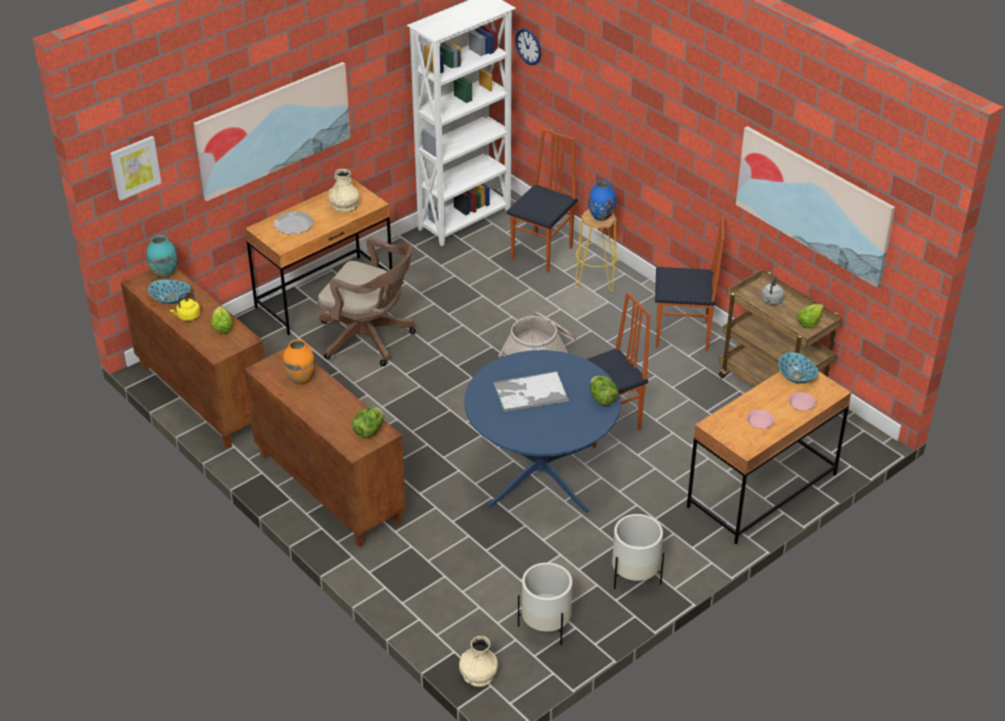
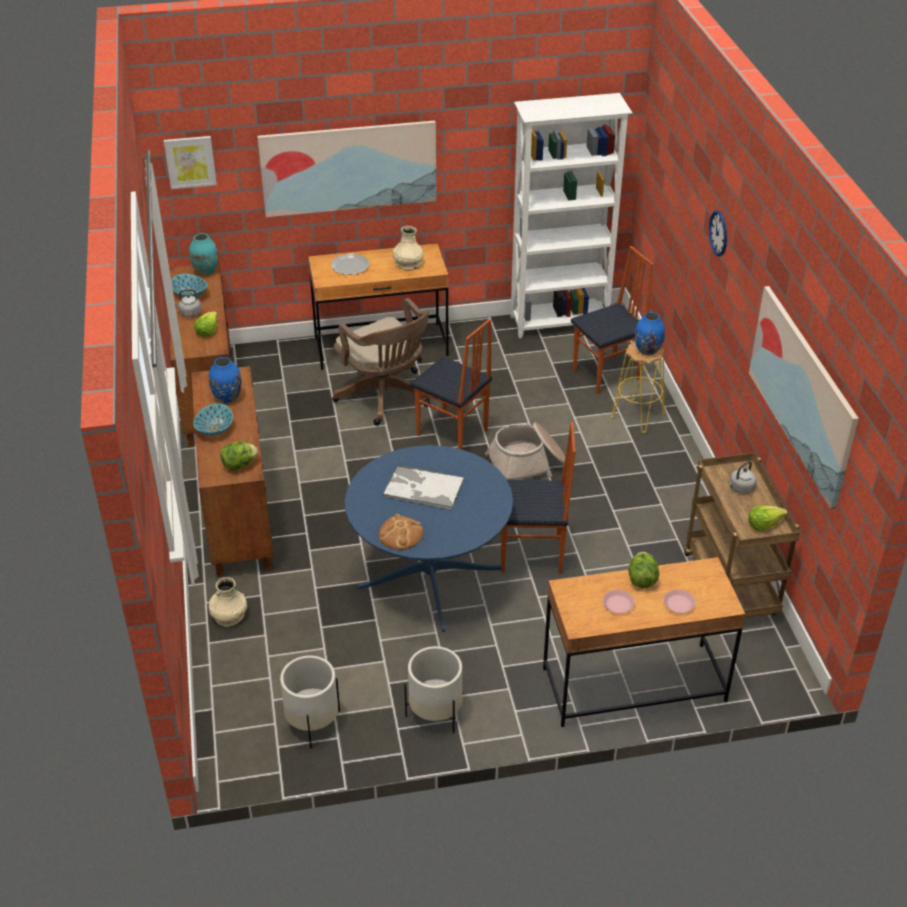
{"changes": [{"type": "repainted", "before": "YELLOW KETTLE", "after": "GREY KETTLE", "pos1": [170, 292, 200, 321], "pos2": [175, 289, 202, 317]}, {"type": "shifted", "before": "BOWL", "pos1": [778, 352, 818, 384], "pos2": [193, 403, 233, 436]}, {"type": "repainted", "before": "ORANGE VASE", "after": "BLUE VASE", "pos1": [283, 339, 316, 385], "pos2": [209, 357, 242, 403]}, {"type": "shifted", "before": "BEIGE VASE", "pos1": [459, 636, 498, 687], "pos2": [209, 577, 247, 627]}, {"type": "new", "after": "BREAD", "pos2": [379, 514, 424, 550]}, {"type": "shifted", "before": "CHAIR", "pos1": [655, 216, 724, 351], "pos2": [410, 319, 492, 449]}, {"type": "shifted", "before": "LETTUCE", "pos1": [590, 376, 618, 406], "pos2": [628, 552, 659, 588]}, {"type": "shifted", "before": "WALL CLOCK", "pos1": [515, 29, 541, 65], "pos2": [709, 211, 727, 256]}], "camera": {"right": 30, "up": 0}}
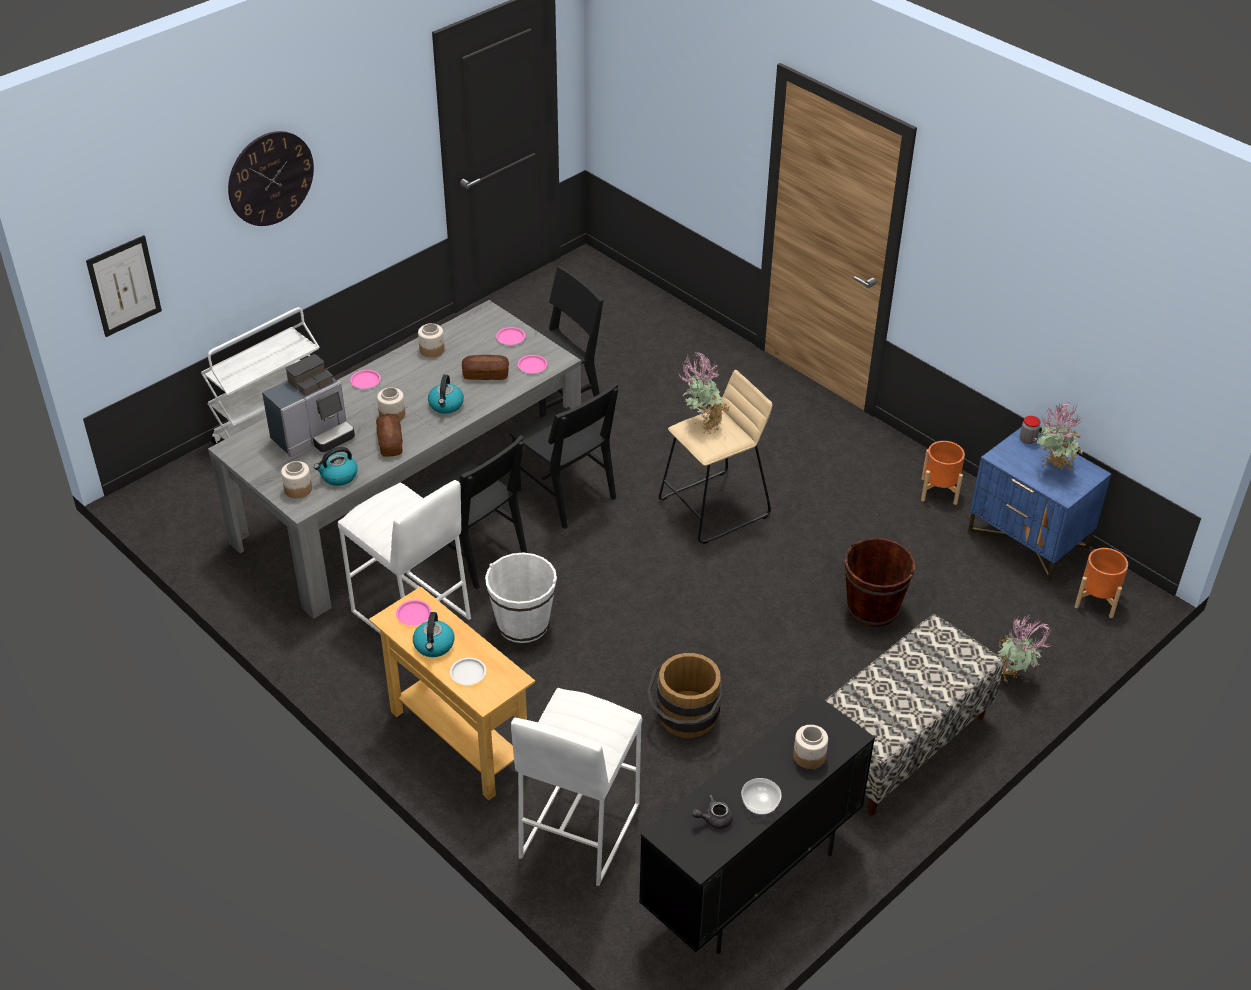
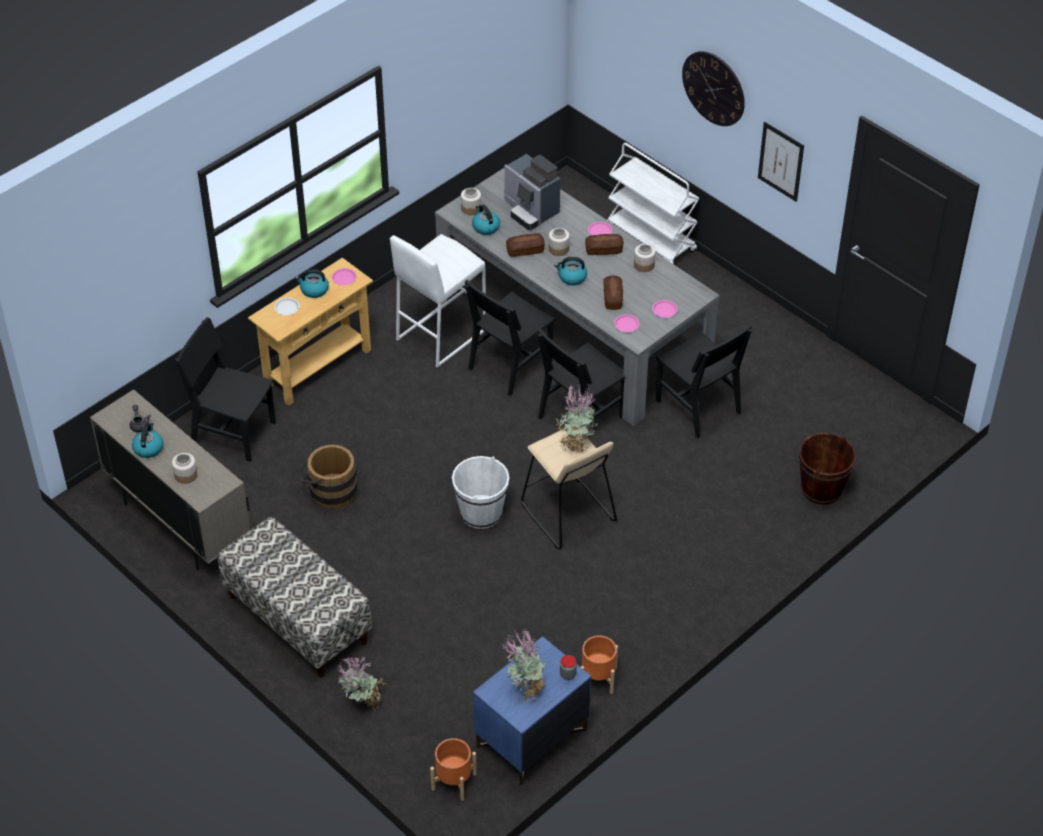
{"changes": [{"type": "repainted", "before": "BLACK CABINET", "after": "BEIGE CABINET", "pos1": [639, 694, 875, 954], "pos2": [90, 389, 250, 570]}, {"type": "swapped", "before": "BOWL", "after": "KETTLE", "pos1": [741, 778, 782, 815], "pos2": [132, 422, 163, 458]}, {"type": "swapped", "before": "WHITE STOOL", "after": "BLACK CHAIR", "pos1": [511, 688, 642, 886], "pos2": [175, 317, 276, 462]}, {"type": "shifted", "before": "WHITE BUCKET", "pos1": [485, 553, 557, 643], "pos2": [452, 456, 509, 529]}, {"type": "new", "after": "BREAD", "pos2": [585, 234, 624, 255]}, {"type": "shifted", "before": "PICTURE", "pos1": [86, 235, 162, 337], "pos2": [758, 122, 804, 202]}, {"type": "shifted", "before": "BROWN BUCKET", "pos1": [845, 538, 915, 627], "pos2": [799, 433, 856, 505]}], "camera": {"right": 90, "up": 5}}
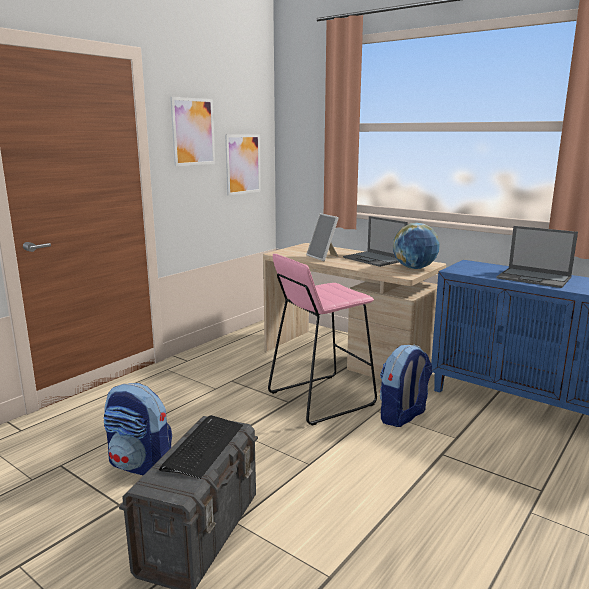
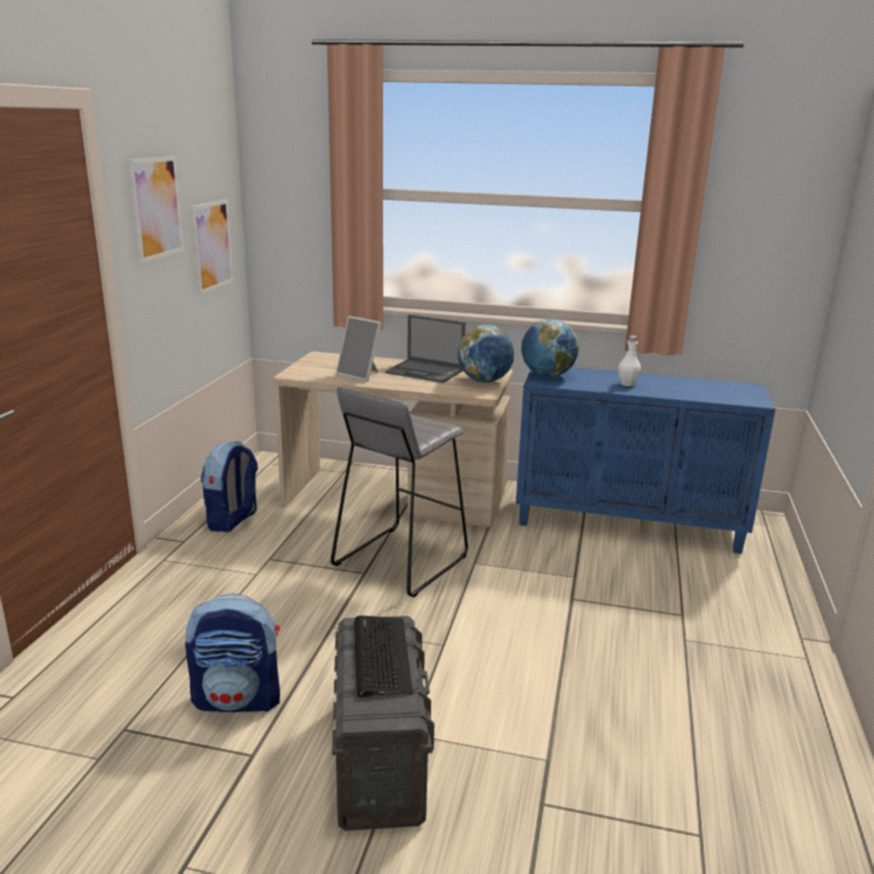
{"changes": [{"type": "shifted", "before": "BACKPACK", "pos1": [380, 345, 432, 427], "pos2": [200, 441, 258, 532]}, {"type": "repainted", "before": "PINK STOOL", "after": "GREY STOOL", "pos1": [268, 254, 377, 426], "pos2": [331, 387, 468, 597]}, {"type": "new", "after": "GLOBE", "pos2": [521, 319, 579, 377]}, {"type": "swapped", "before": "LAPTOP", "after": "WHITE BOTTLE", "pos1": [496, 226, 578, 288], "pos2": [618, 336, 641, 386]}], "camera": {"right": -25, "up": 5}}
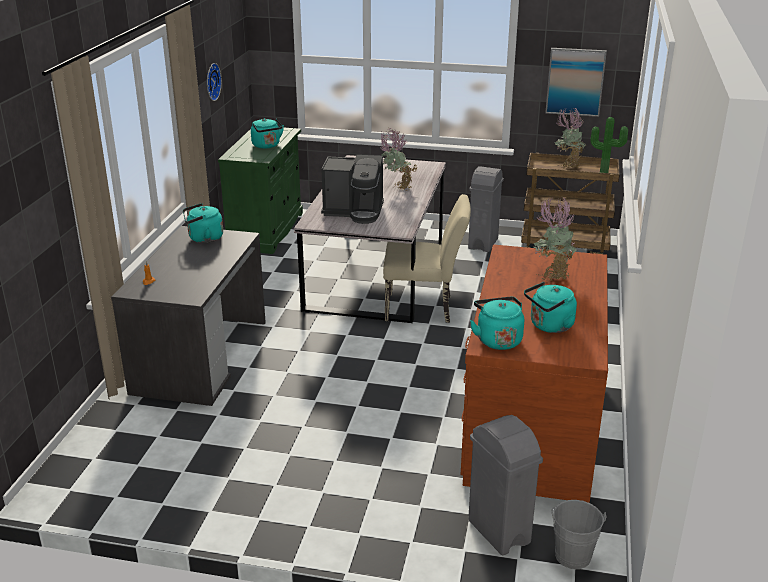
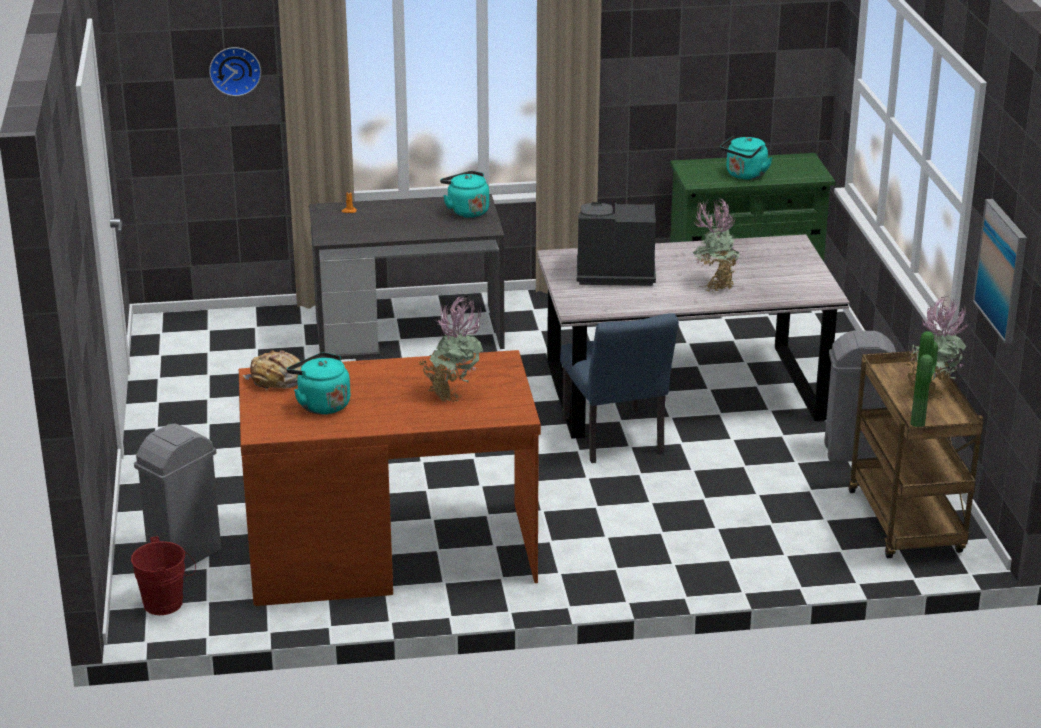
{"changes": [{"type": "repainted", "before": "GREY BUCKET", "after": "RED BUCKET", "pos1": [551, 500, 606, 569], "pos2": [131, 536, 196, 615]}, {"type": "shifted", "before": "WALL CLOCK", "pos1": [207, 63, 222, 101], "pos2": [209, 47, 261, 96]}, {"type": "swapped", "before": "TURQUOISE KETTLE", "after": "BREAD", "pos1": [470, 297, 524, 350], "pos2": [242, 350, 302, 390]}, {"type": "repainted", "before": "BEIGE CHAIR", "after": "BLUE CHAIR", "pos1": [383, 194, 471, 323], "pos2": [560, 313, 679, 463]}, {"type": "rotated", "before": "COFFEE MACHINE", "pos1": [321, 155, 384, 224], "pos2": [577, 202, 656, 286], "turn": 105}], "camera": {"right": 70, "up": 0}}
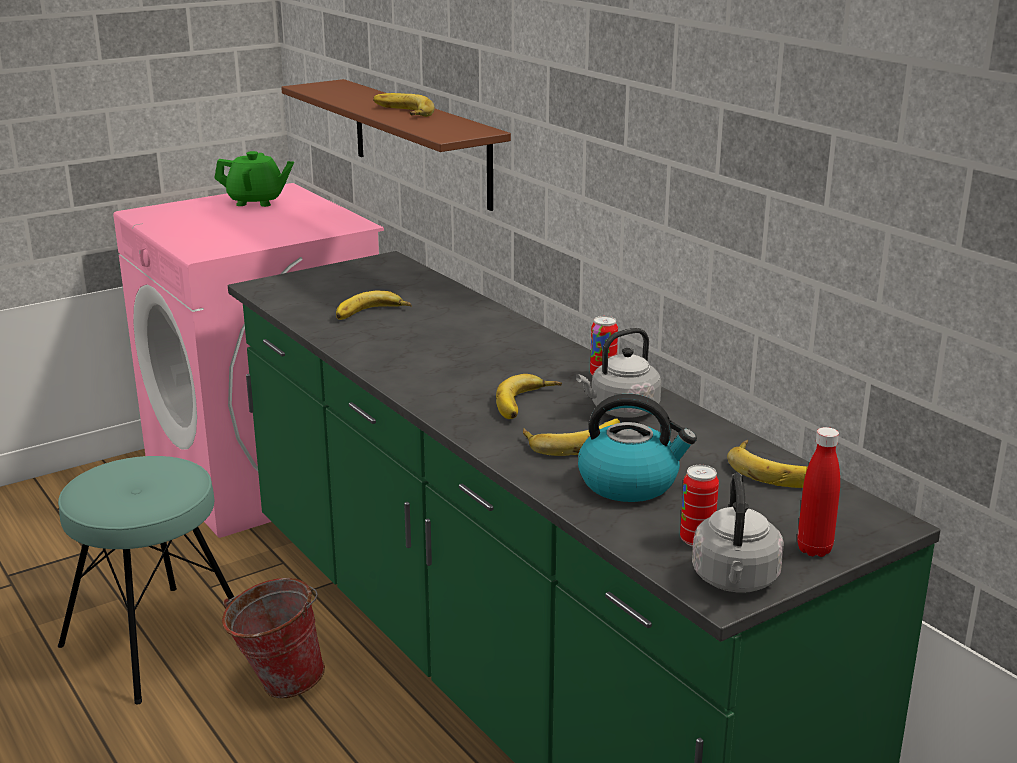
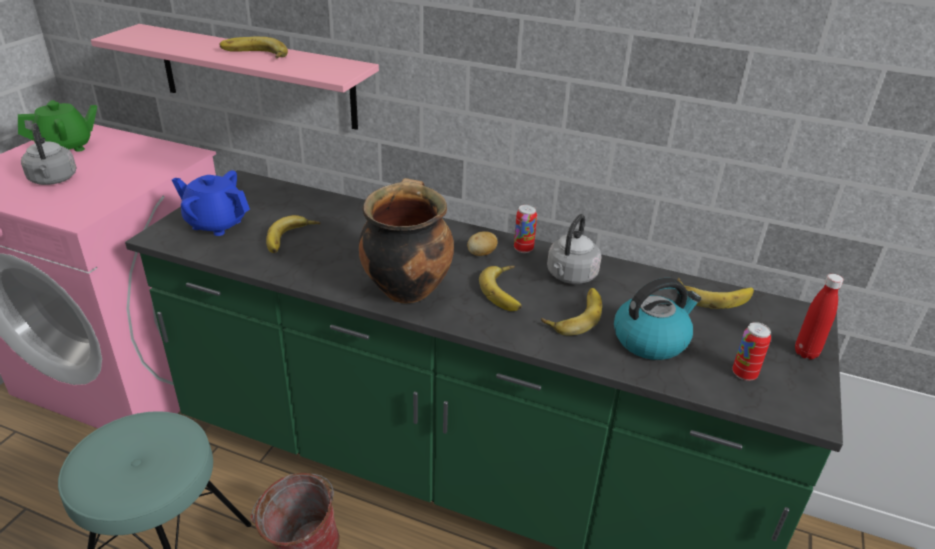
{"changes": [{"type": "shifted", "before": "GREY KETTLE", "pos1": [692, 473, 784, 593], "pos2": [21, 123, 77, 185]}, {"type": "repainted", "before": "BROWN SHELF", "after": "PINK SHELF", "pos1": [281, 79, 511, 211], "pos2": [91, 24, 379, 130]}, {"type": "new", "after": "BLUE TEAPOT", "pos2": [172, 170, 250, 236]}, {"type": "new", "after": "COOKING POT", "pos2": [359, 178, 454, 304]}, {"type": "new", "after": "POTATO", "pos2": [467, 231, 497, 256]}], "camera": {"right": -35, "up": 10}}
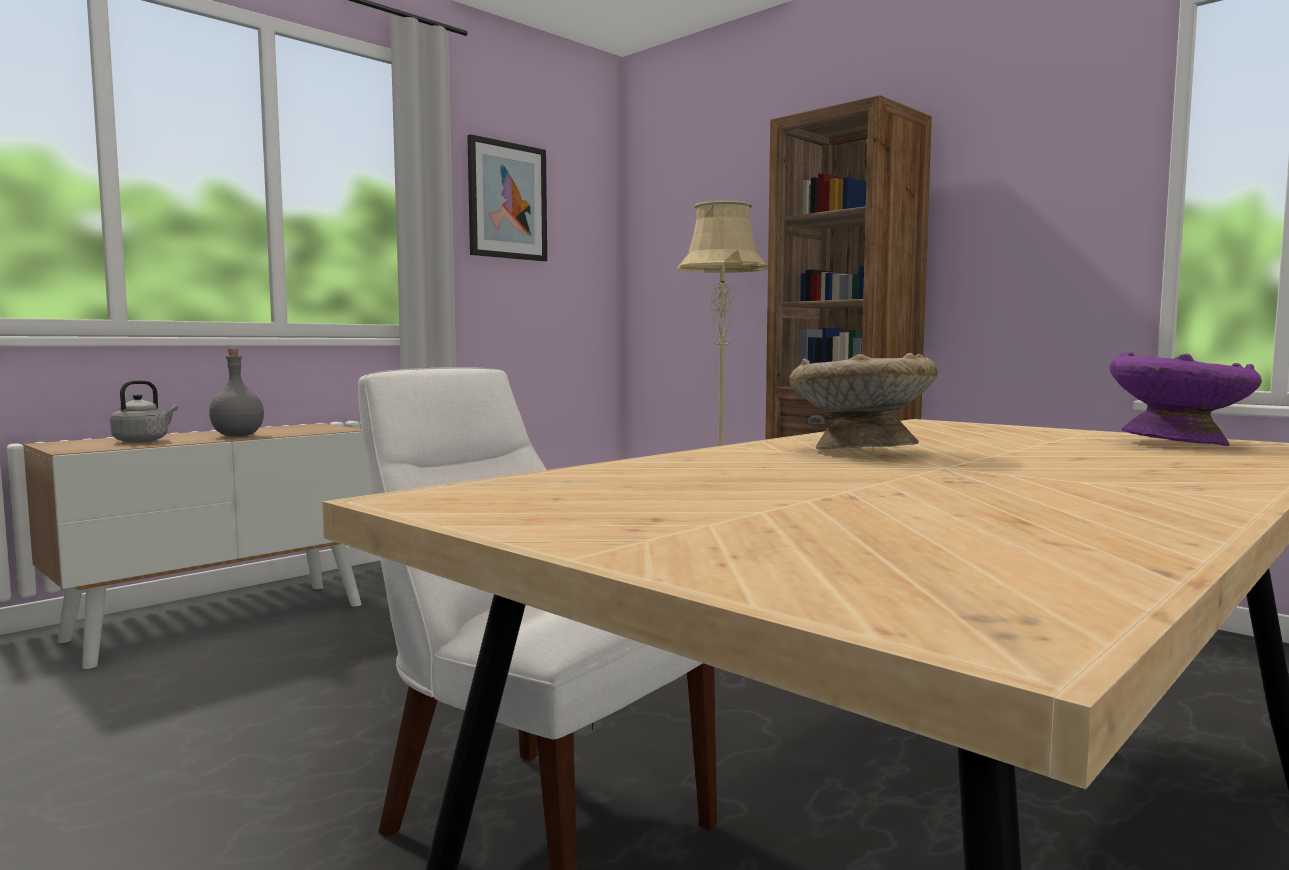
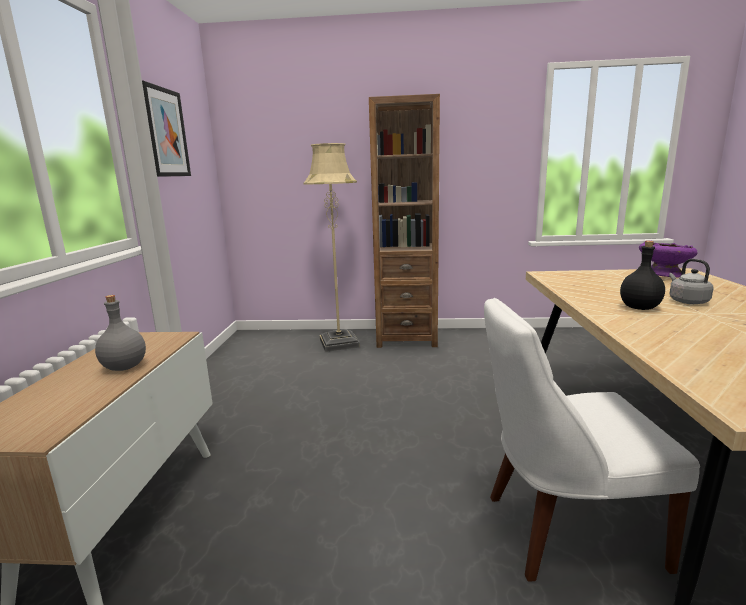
{"changes": [{"type": "swapped", "before": "BEIGE BOWL", "after": "BLACK BOTTLE", "pos1": [789, 353, 938, 450], "pos2": [620, 241, 665, 310]}, {"type": "shifted", "before": "GREY KETTLE", "pos1": [110, 380, 178, 443], "pos2": [669, 259, 714, 304]}], "camera": {"right": -40, "up": 10}}
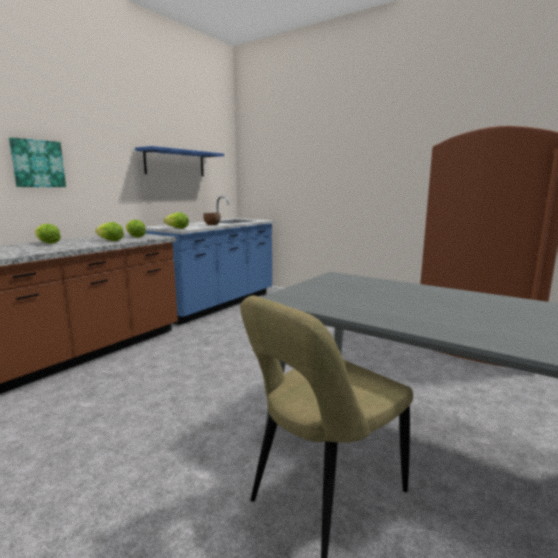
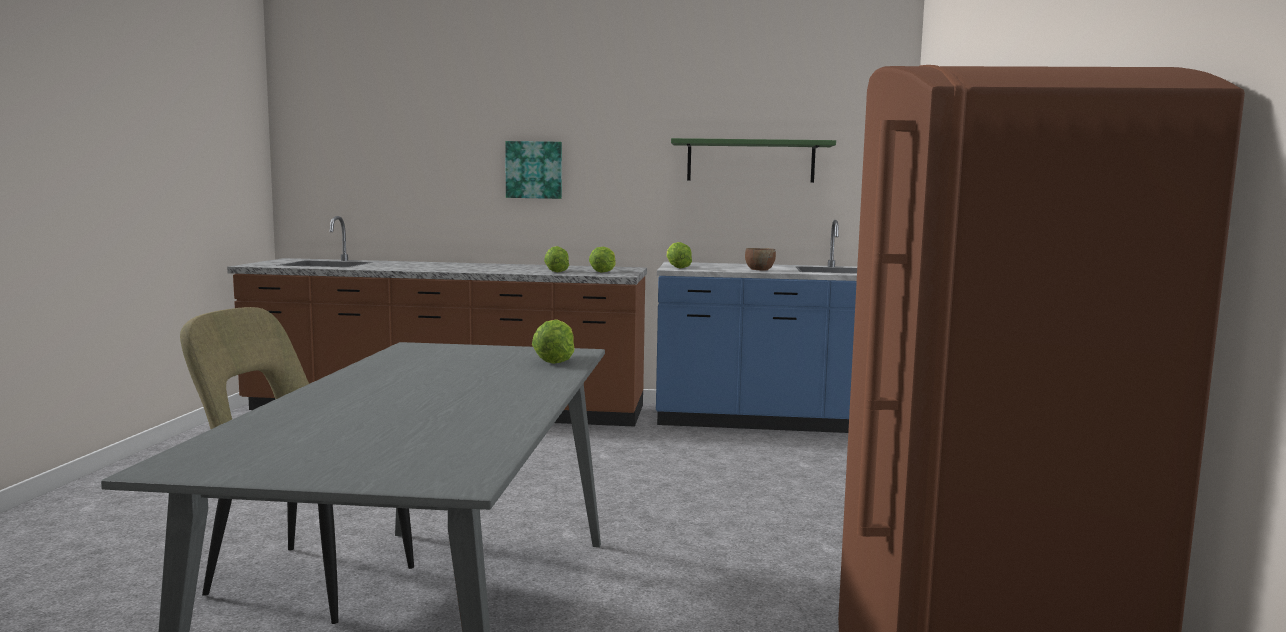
{"changes": [{"type": "shifted", "before": "LETTUCE", "pos1": [35, 224, 61, 244], "pos2": [532, 319, 575, 364]}, {"type": "repainted", "before": "BLUE SHELF", "after": "GREEN SHELF", "pos1": [135, 146, 224, 176], "pos2": [671, 138, 836, 183]}], "camera": {"right": 60, "up": -5}}
